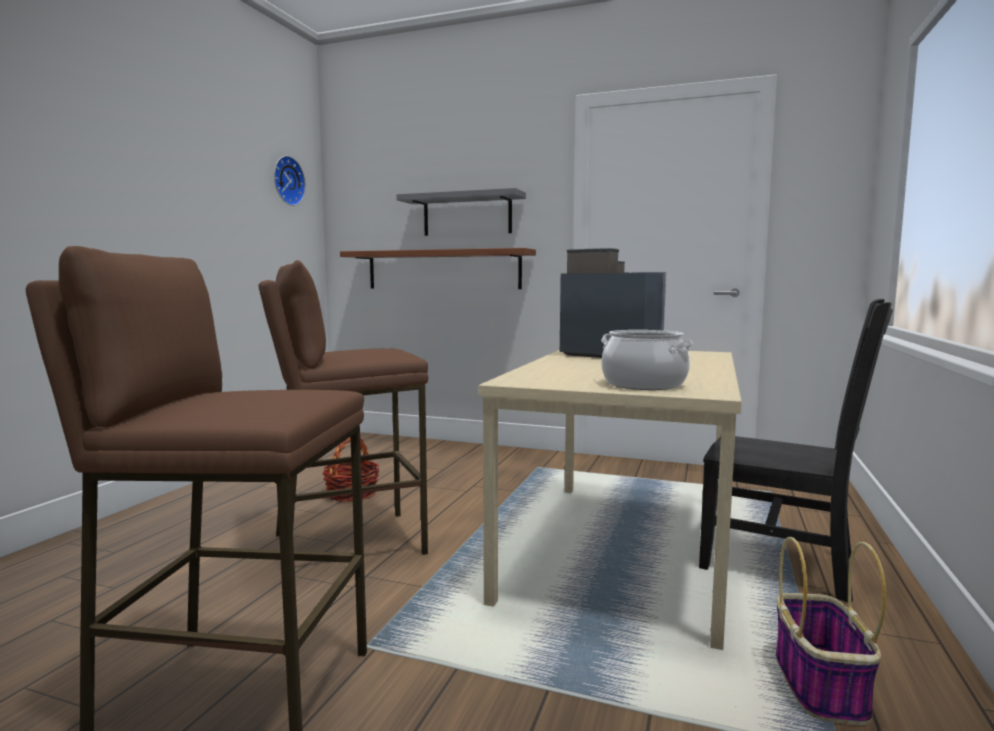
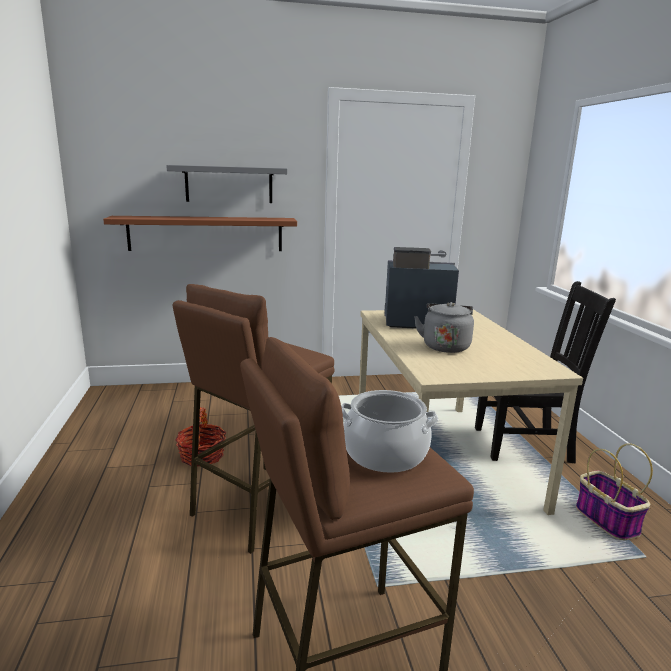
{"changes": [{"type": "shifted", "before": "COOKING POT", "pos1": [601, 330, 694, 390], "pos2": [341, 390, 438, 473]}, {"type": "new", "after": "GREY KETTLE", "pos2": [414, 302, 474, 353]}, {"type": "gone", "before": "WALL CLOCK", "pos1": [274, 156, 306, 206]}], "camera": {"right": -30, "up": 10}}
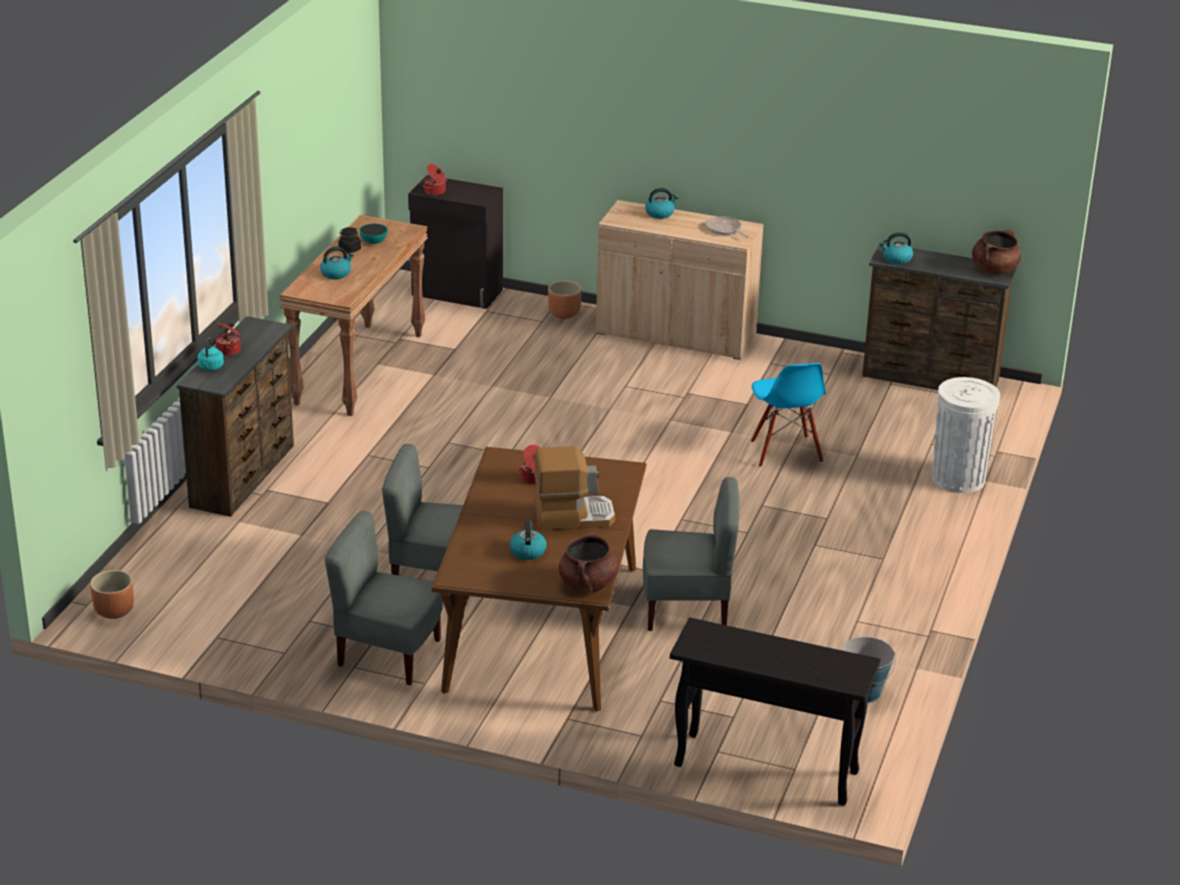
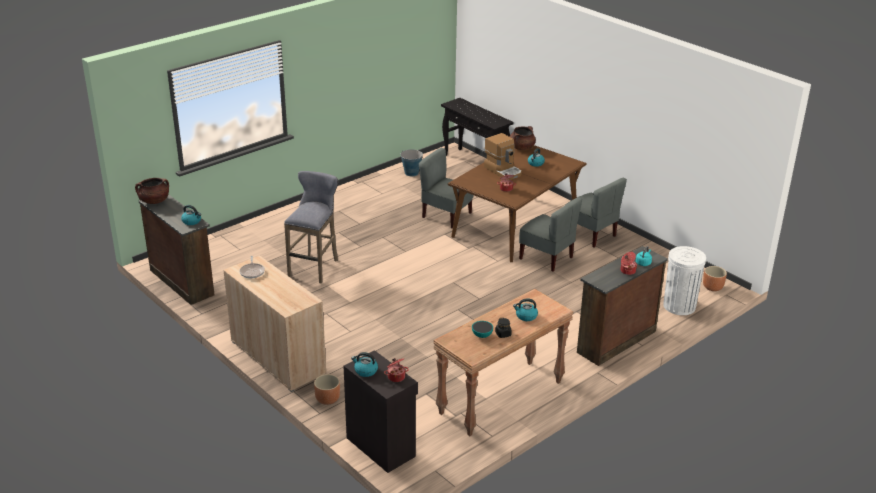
{"changes": [{"type": "swapped", "before": "BLUE CHAIR", "after": "GREY STOOL", "pos1": [751, 363, 826, 467], "pos2": [284, 171, 338, 283]}, {"type": "shifted", "before": "KETTLE", "pos1": [645, 188, 679, 219], "pos2": [351, 352, 378, 377]}, {"type": "rotated", "before": "COFFEE MACHINE", "pos1": [534, 446, 615, 530], "pos2": [484, 133, 522, 180], "turn": -150}, {"type": "shifted", "before": "WHITE TRASH CAN", "pos1": [932, 377, 1000, 493], "pos2": [663, 246, 706, 315]}], "camera": {"right": -150, "up": 0}}
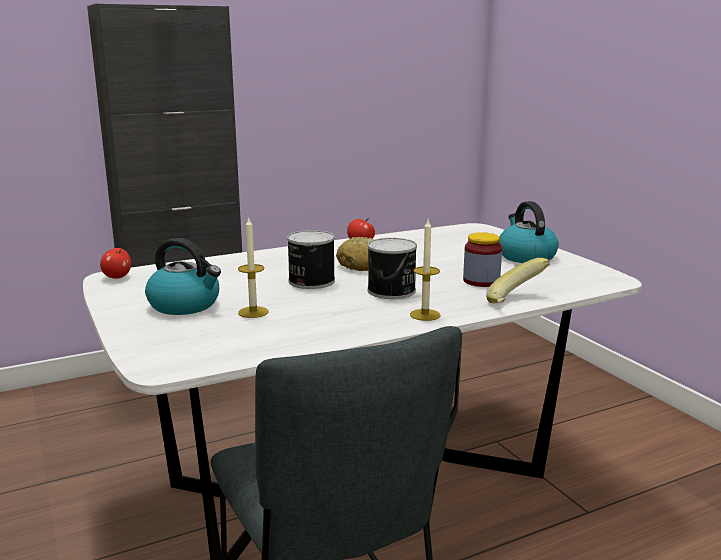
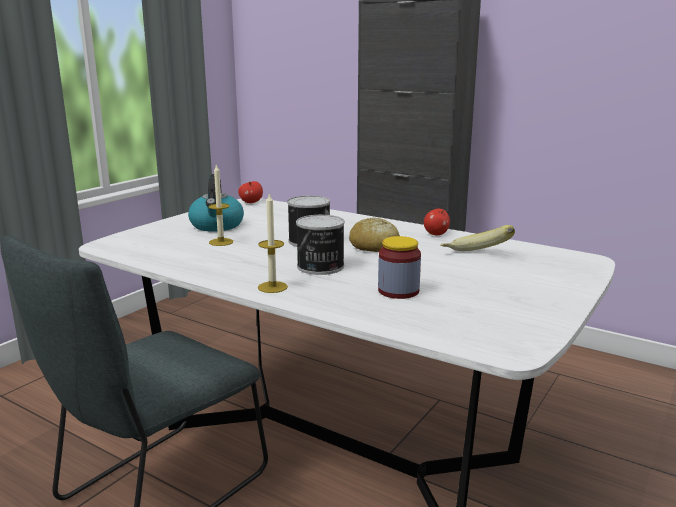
{"changes": [{"type": "shifted", "before": "BANANA", "pos1": [486, 258, 550, 303], "pos2": [441, 225, 515, 251]}, {"type": "gone", "before": "KETTLE", "pos1": [499, 201, 559, 263]}], "camera": {"right": 60, "up": 0}}
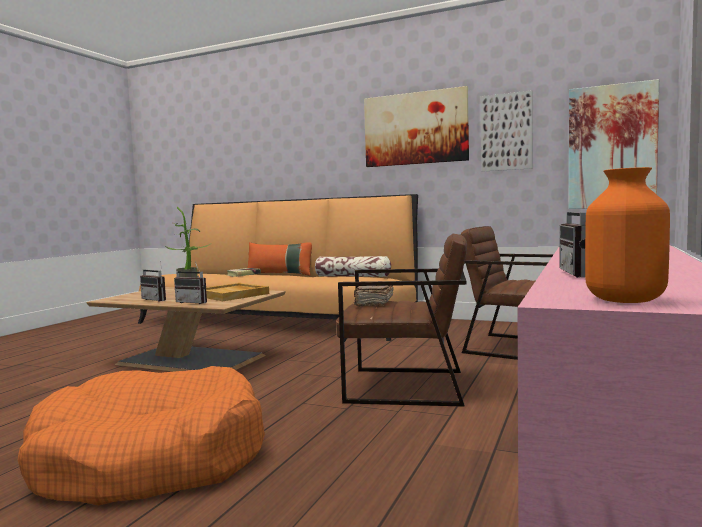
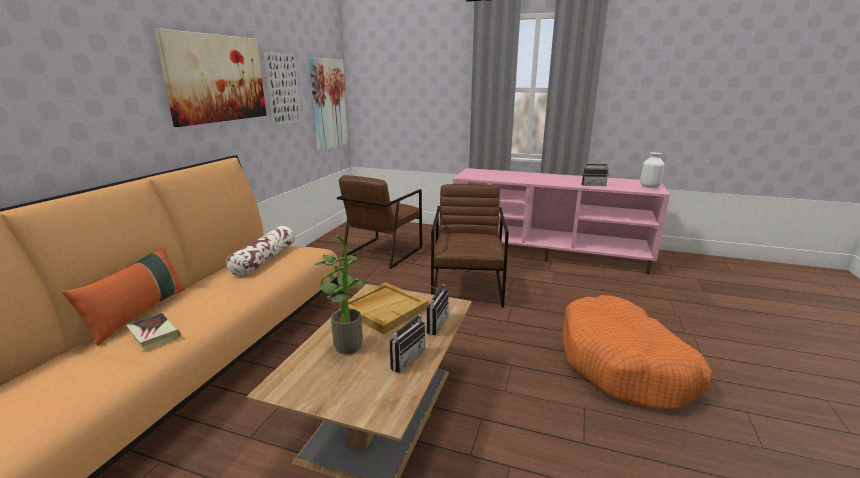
{"changes": [{"type": "repainted", "before": "ORANGE VASE", "after": "WHITE VASE", "pos1": [585, 167, 670, 303], "pos2": [640, 152, 665, 188]}, {"type": "gone", "before": "BROWN BOOK", "pos1": [354, 286, 394, 306]}], "camera": {"right": -95, "up": 15}}
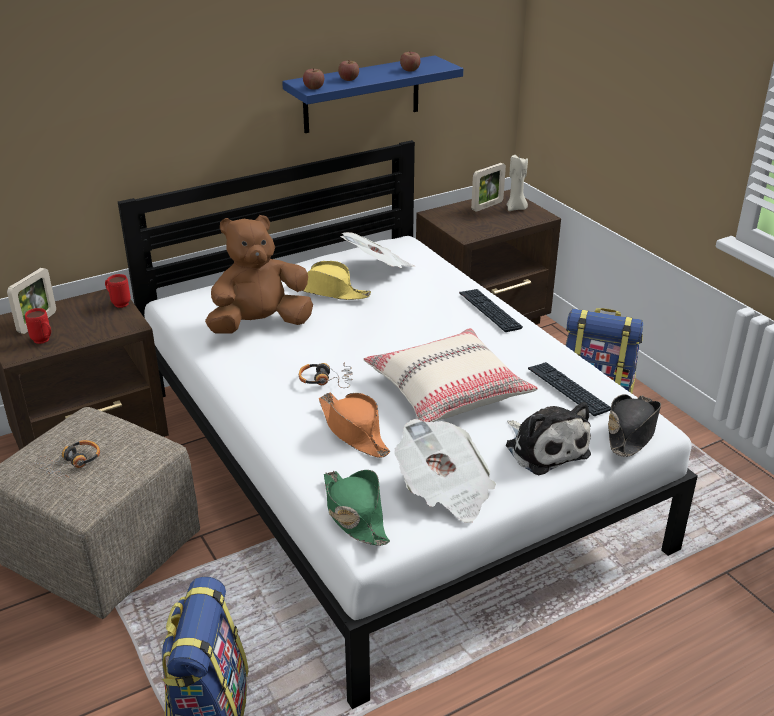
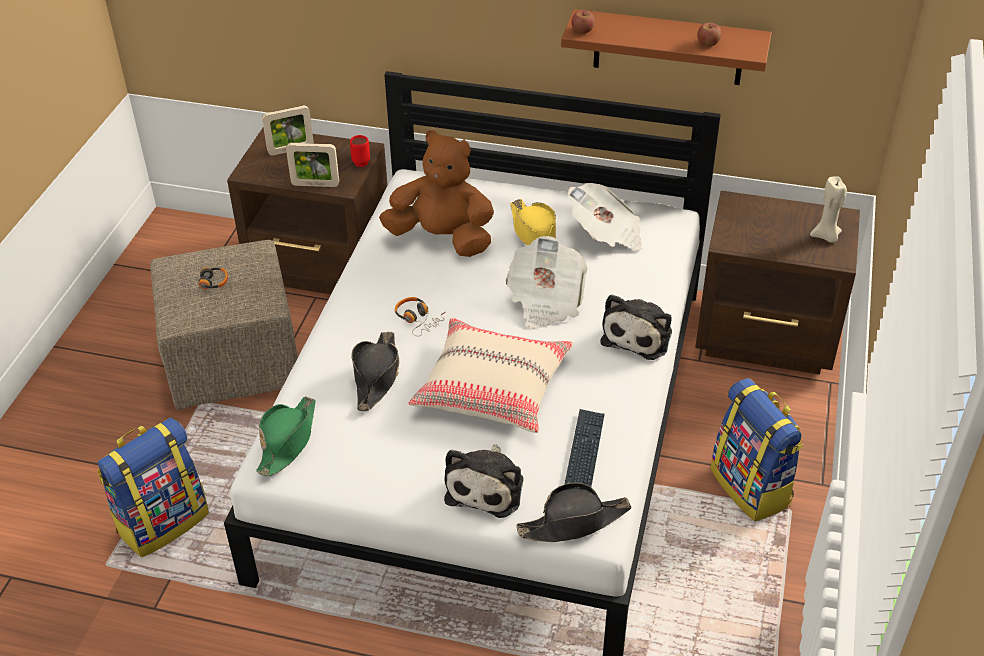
{"changes": [{"type": "shifted", "before": "PICTURE FRAME", "pos1": [471, 163, 506, 212], "pos2": [286, 143, 339, 187]}, {"type": "repainted", "before": "ORANGE HAT", "after": "BLACK HAT", "pos1": [319, 392, 390, 458], "pos2": [351, 332, 399, 411]}, {"type": "shifted", "before": "NEWSPAPER", "pos1": [394, 419, 496, 523], "pos2": [506, 236, 588, 329]}, {"type": "repainted", "before": "BLUE SHELF", "after": "BROWN SHELF", "pos1": [282, 56, 463, 133], "pos2": [561, 9, 772, 85]}, {"type": "swapped", "before": "KEYBOARD", "after": "PLUSH TOY", "pos1": [459, 289, 523, 332], "pos2": [600, 294, 672, 360]}, {"type": "gone", "before": "RED MUG", "pos1": [25, 308, 51, 344]}, {"type": "gone", "before": "APPLE", "pos1": [338, 60, 359, 81]}], "camera": {"right": 45, "up": 10}}
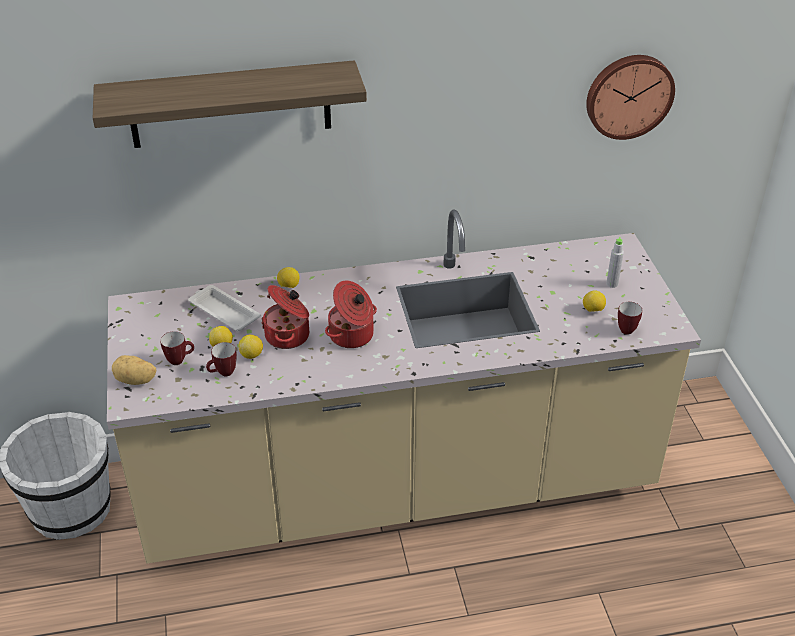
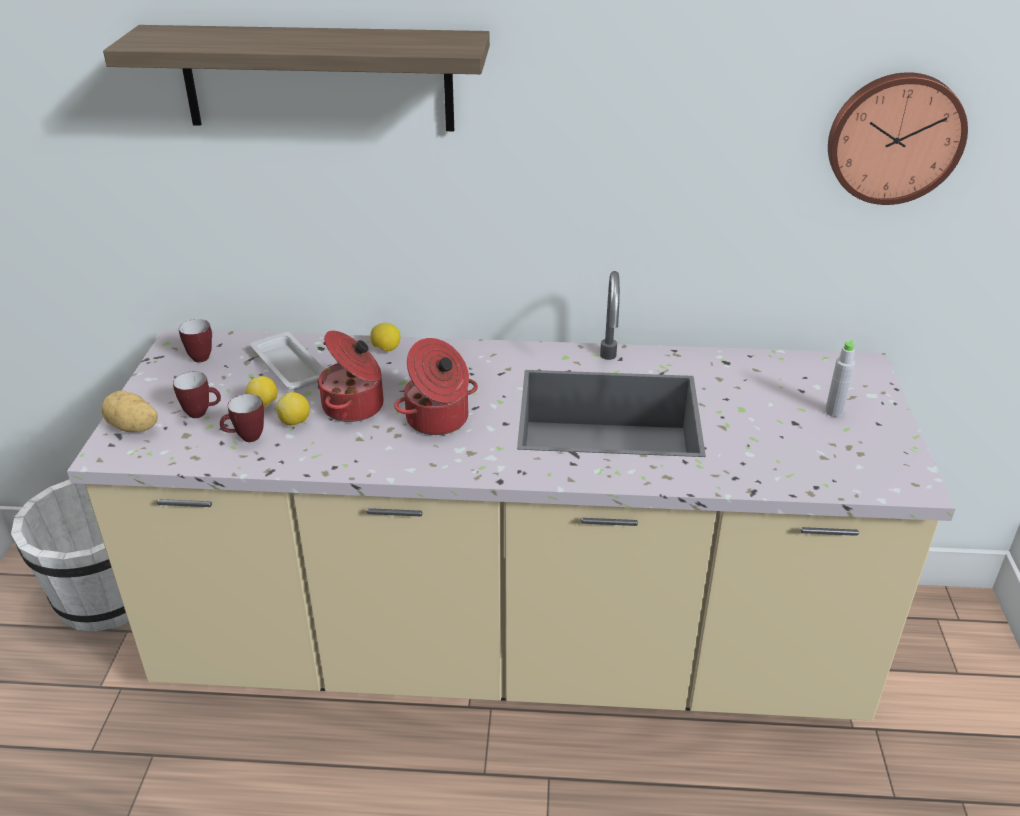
{"changes": [{"type": "shifted", "before": "MUG", "pos1": [618, 302, 642, 335], "pos2": [179, 319, 212, 362]}, {"type": "gone", "before": "LEMON", "pos1": [583, 290, 606, 312]}], "camera": {"right": 15, "up": -5}}
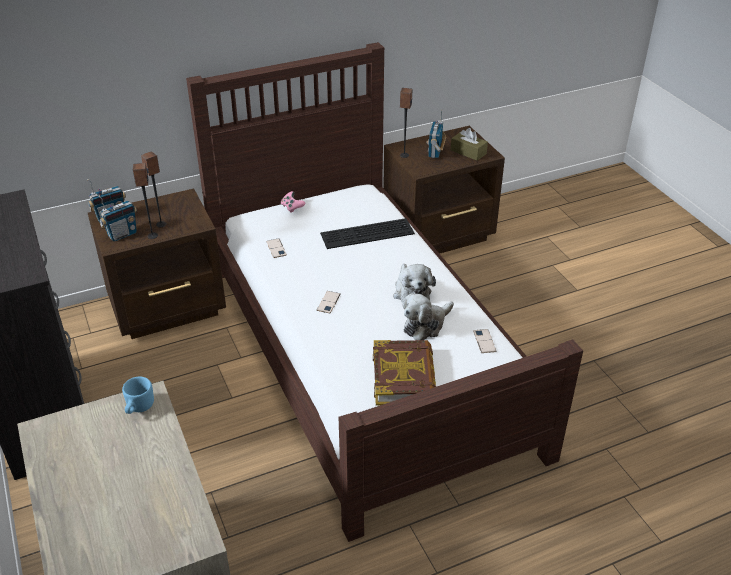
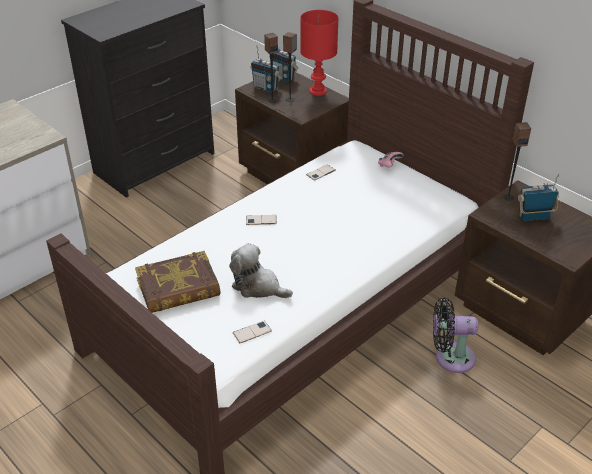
{"changes": [{"type": "new", "after": "RED TABLE LAMP", "pos2": [300, 10, 339, 96]}, {"type": "new", "after": "BLACK FAN", "pos2": [433, 297, 478, 373]}, {"type": "gone", "before": "BLUE MUG", "pos1": [122, 377, 154, 414]}, {"type": "gone", "before": "KEYBOARD", "pos1": [320, 218, 415, 249]}, {"type": "gone", "before": "PLUSH TOY", "pos1": [393, 264, 436, 304]}, {"type": "gone", "before": "BROWN TISSUE BOX", "pos1": [451, 128, 488, 161]}], "camera": {"right": 70, "up": 0}}
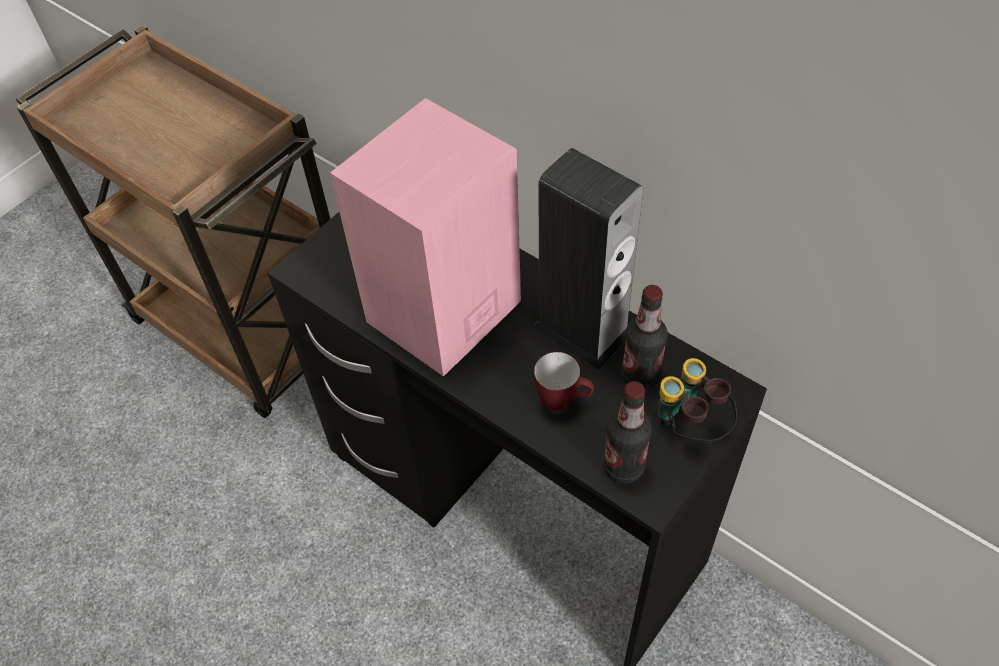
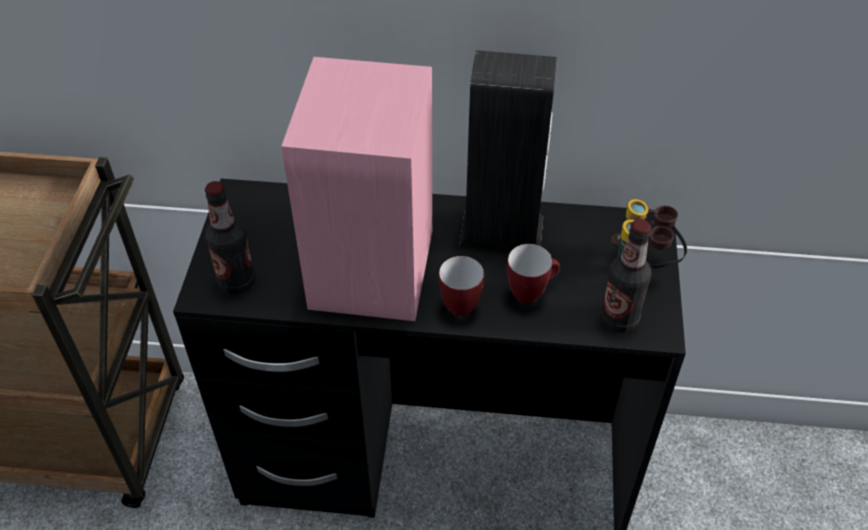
{"changes": [{"type": "shifted", "before": "BOTTLE", "pos1": [621, 285, 668, 390], "pos2": [205, 181, 255, 294]}, {"type": "new", "after": "MUG", "pos2": [439, 256, 484, 316]}], "camera": {"right": -35, "up": -5}}
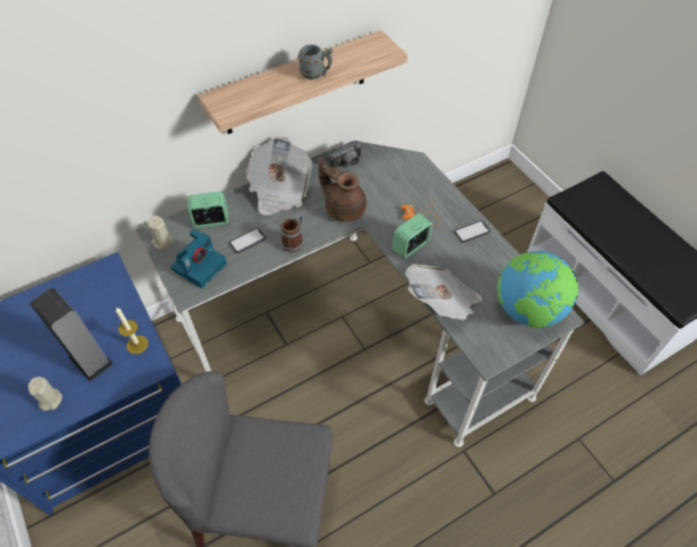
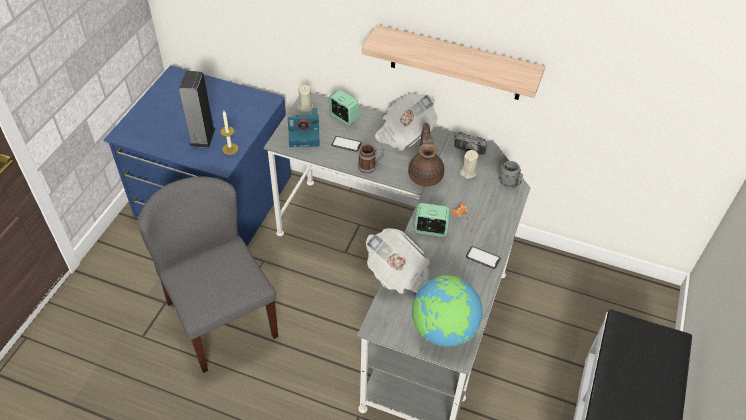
{"changes": [{"type": "shifted", "before": "BEIGE CANDLE", "pos1": [28, 377, 62, 411], "pos2": [459, 150, 478, 179]}, {"type": "shifted", "before": "GREY MUG", "pos1": [298, 44, 333, 80], "pos2": [498, 161, 523, 188]}], "camera": {"right": 50, "up": -5}}
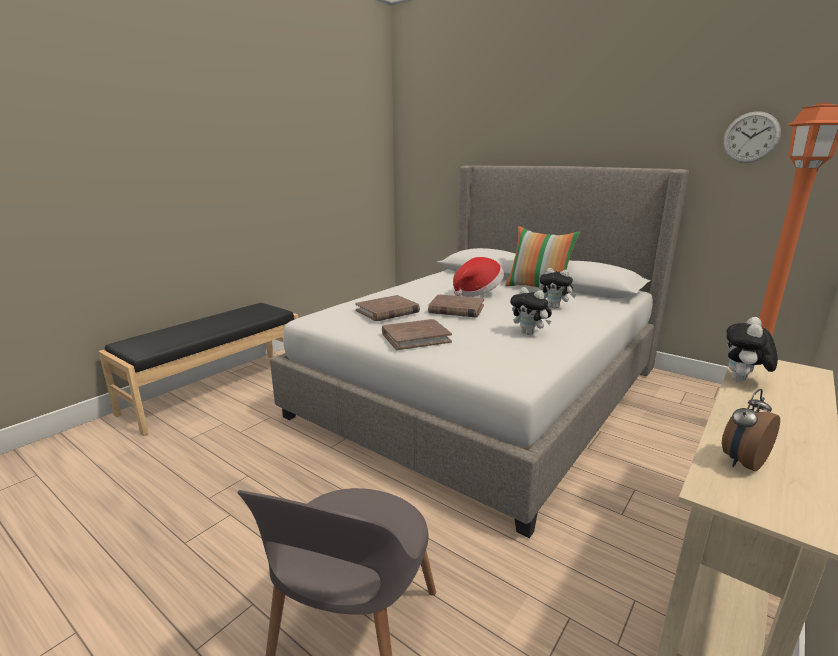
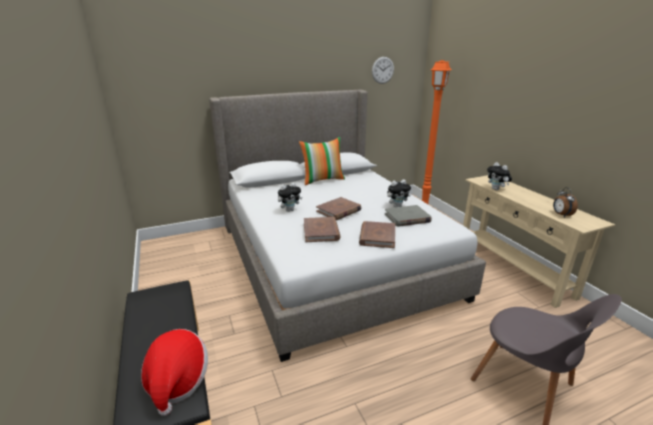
{"changes": [{"type": "shifted", "before": "HAT", "pos1": [453, 257, 504, 297], "pos2": [141, 329, 208, 416]}, {"type": "shifted", "before": "PLUSH TOY", "pos1": [539, 268, 576, 309], "pos2": [278, 182, 302, 212]}, {"type": "new", "after": "GREY BOOK", "pos2": [385, 205, 432, 227]}], "camera": {"right": -60, "up": 5}}
